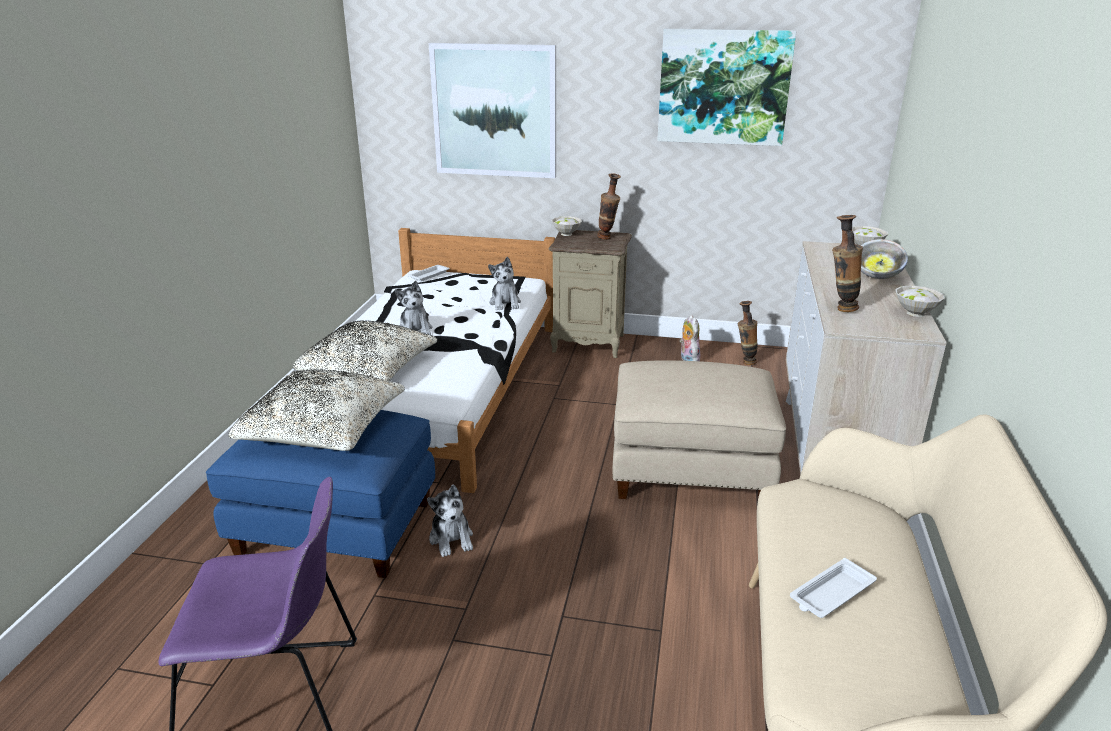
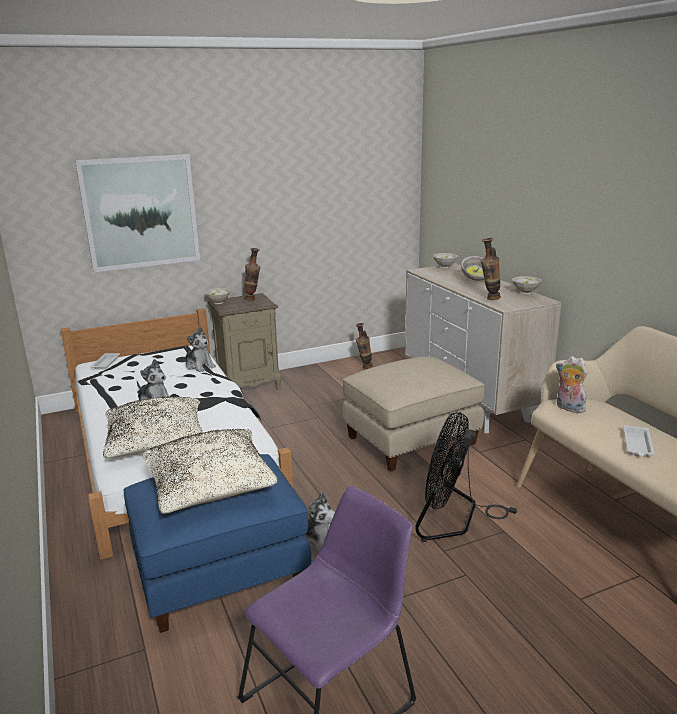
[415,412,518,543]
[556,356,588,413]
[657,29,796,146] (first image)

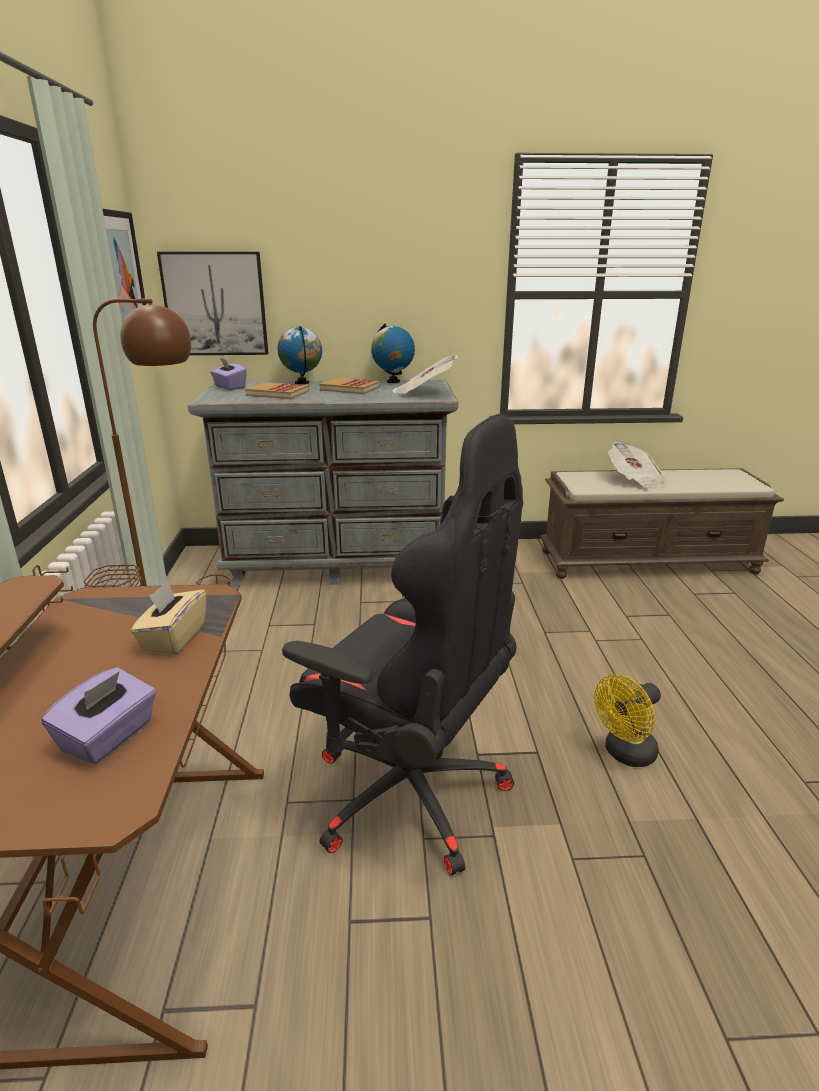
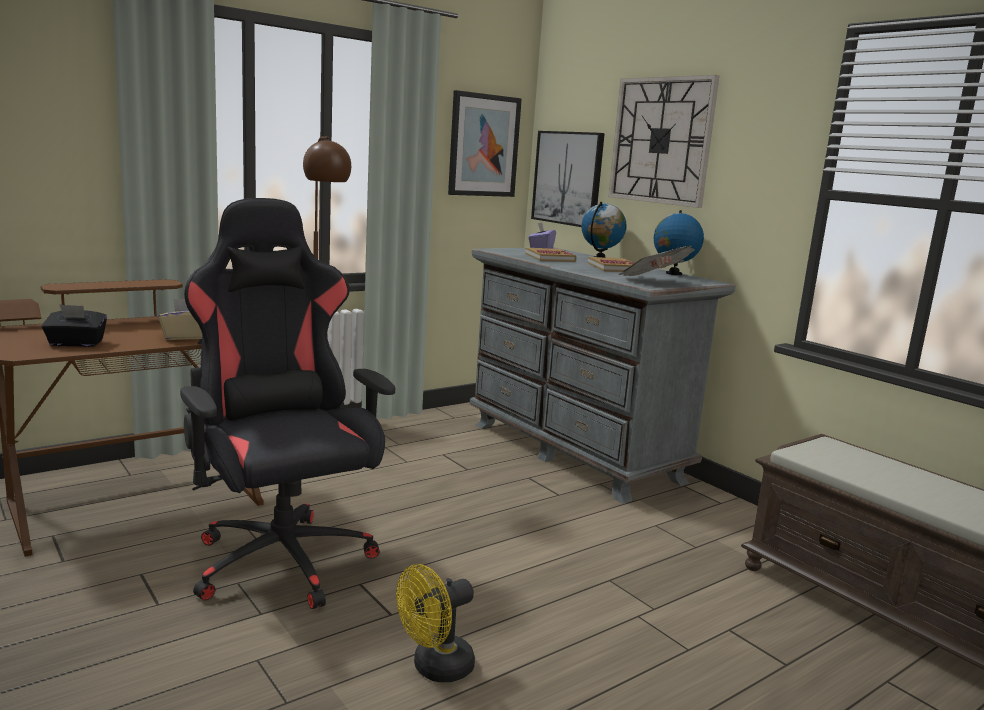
[42,304,107,347]
[180,198,395,609]
[396,564,475,682]
[608,75,720,208]
[608,442,665,490] (first image)

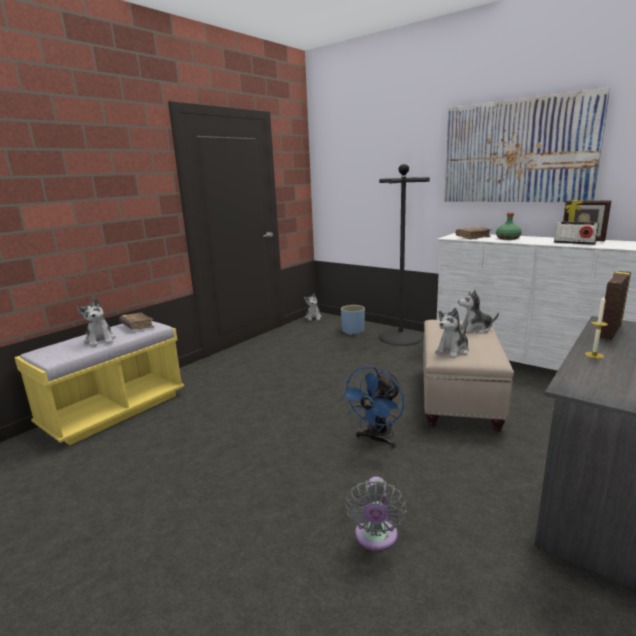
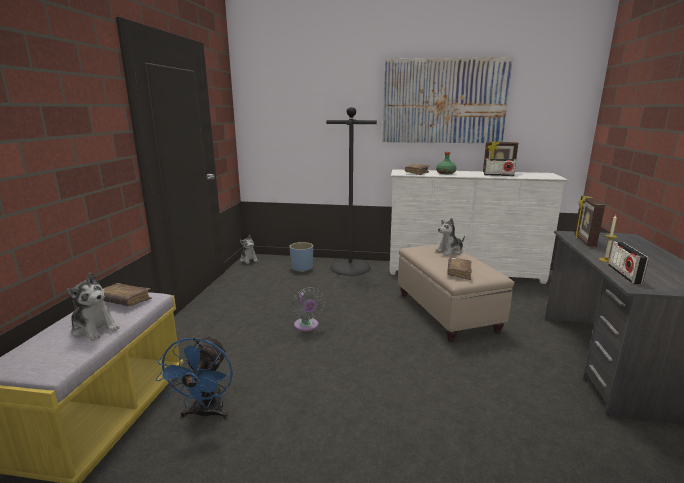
[156,335,233,421]
[292,287,325,331]
[447,258,472,280]
[608,241,649,284]

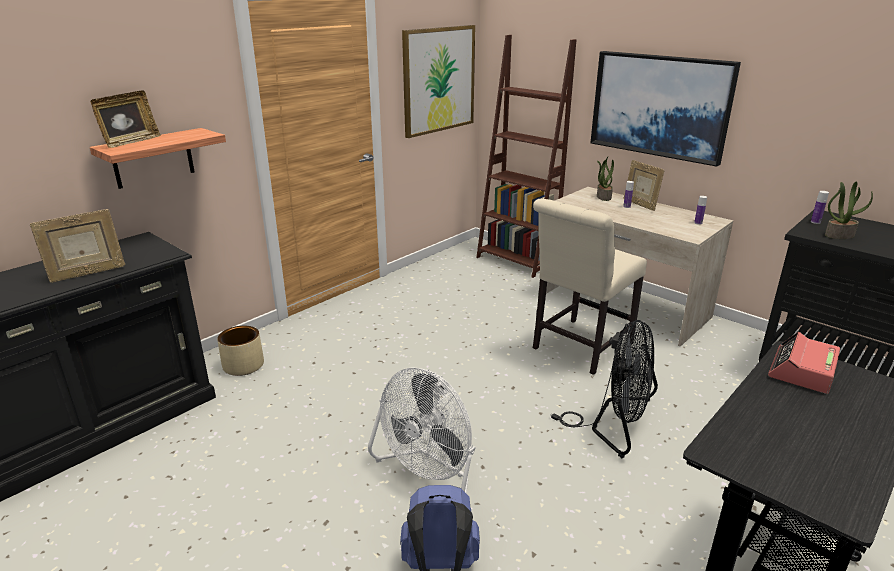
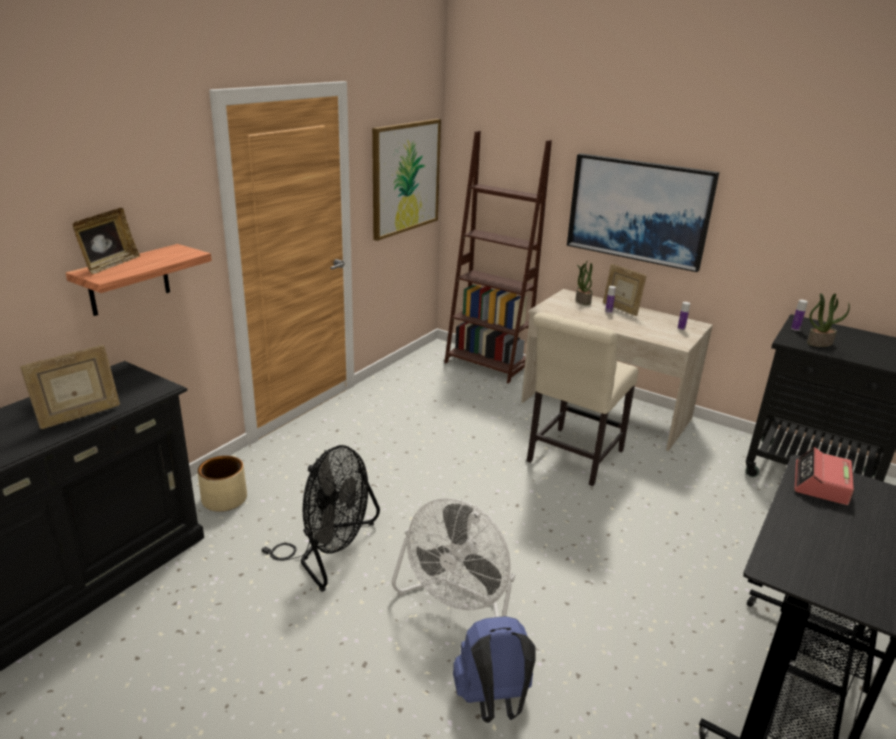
[261,445,380,592]

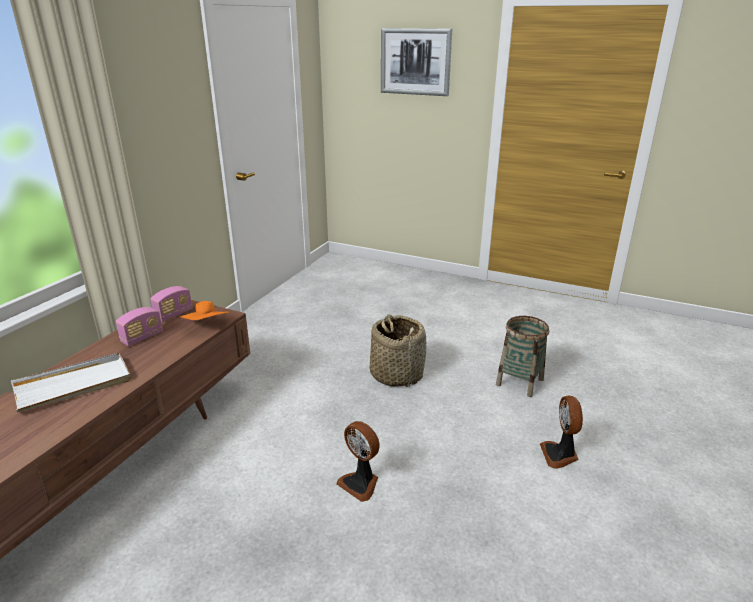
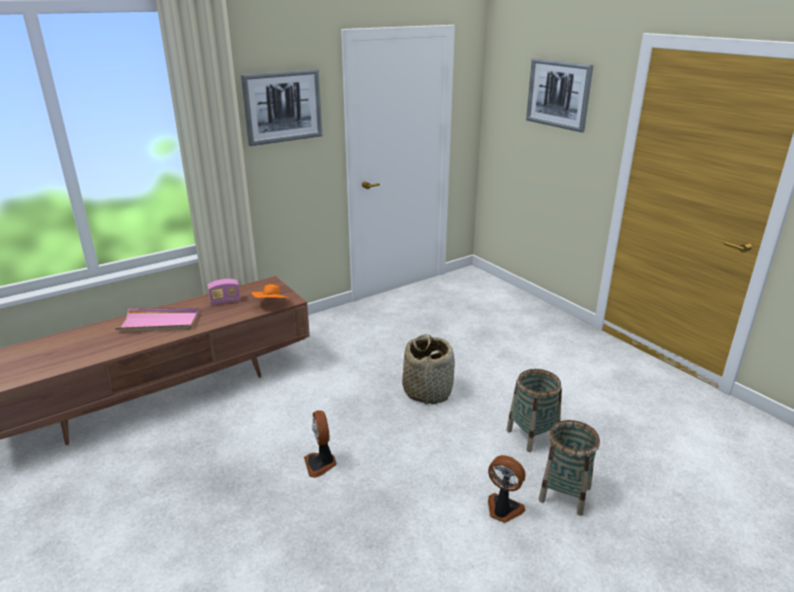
[115,308,199,330]
[241,69,322,146]
[488,455,526,523]
[539,420,600,516]
[150,286,192,322] (first image)

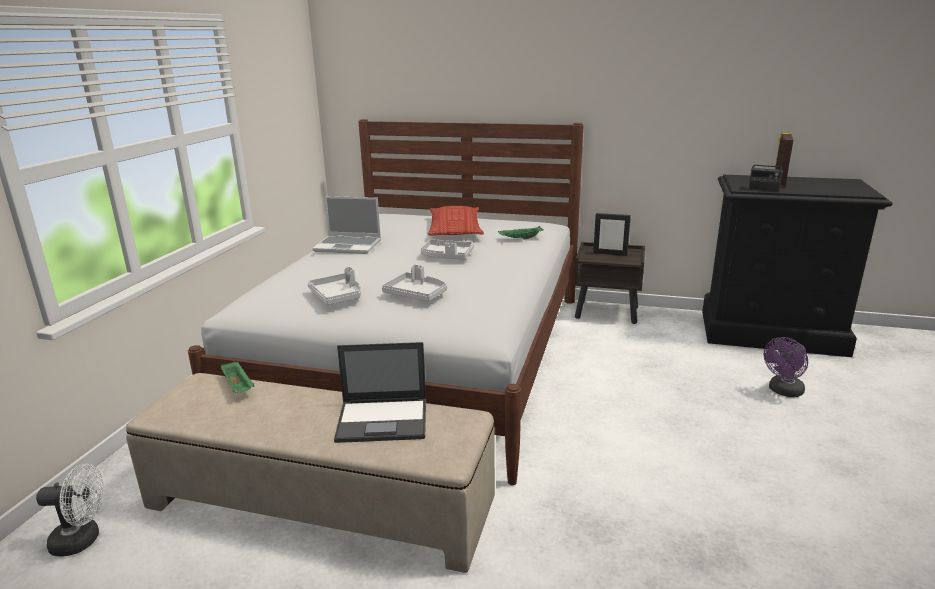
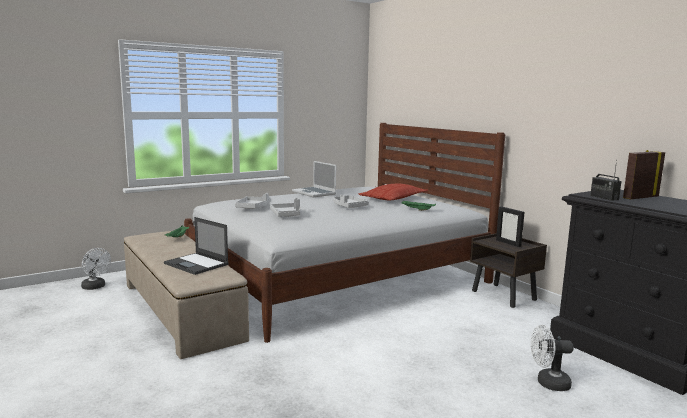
[530,325,574,391]

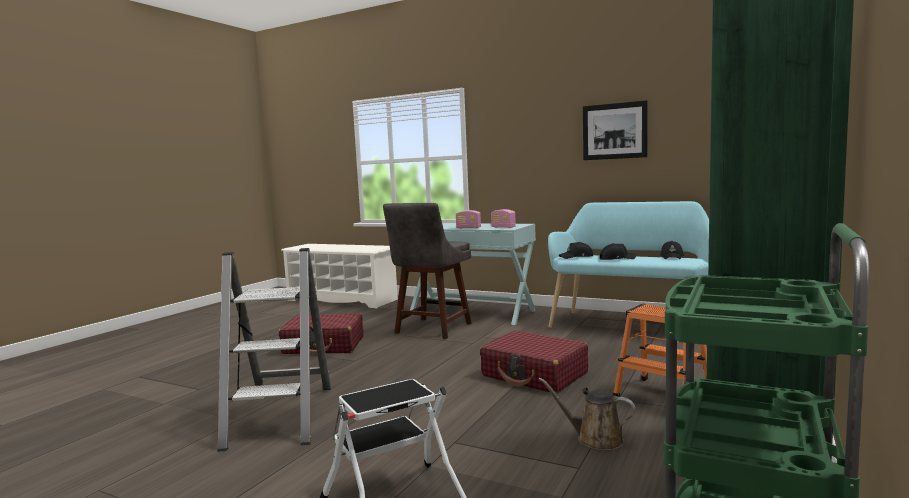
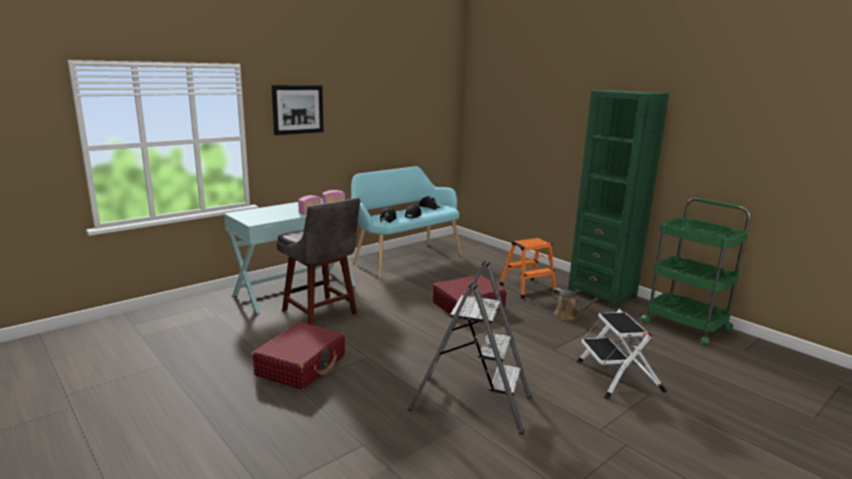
[272,85,324,135]
[552,288,599,320]
[282,244,398,308] (first image)

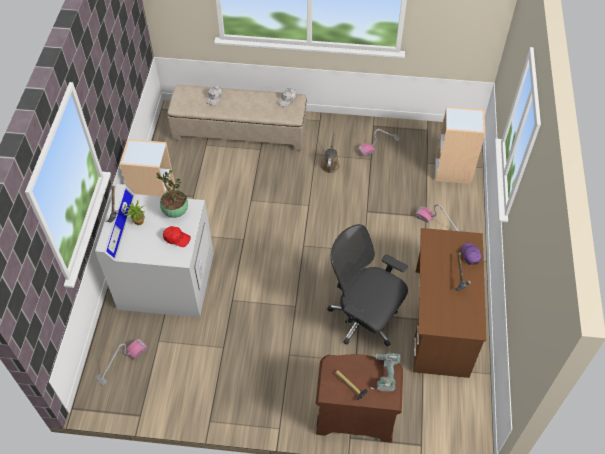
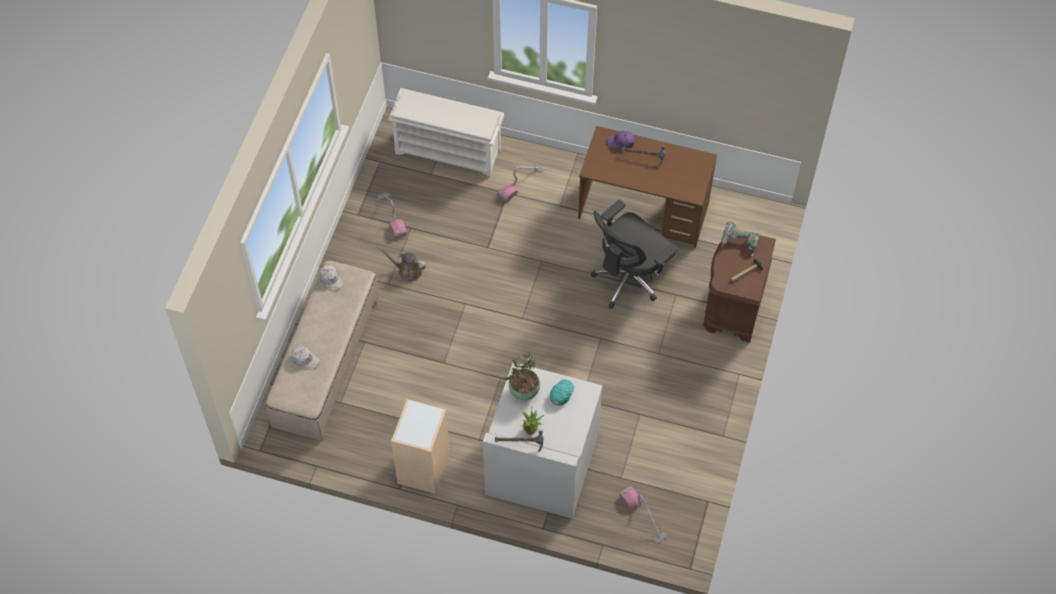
[388,88,504,177]
[550,380,574,406]

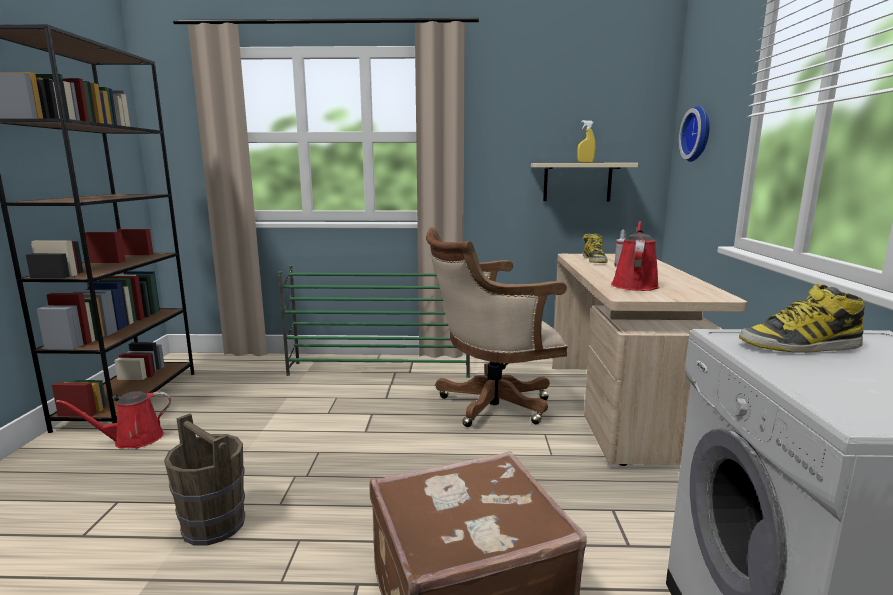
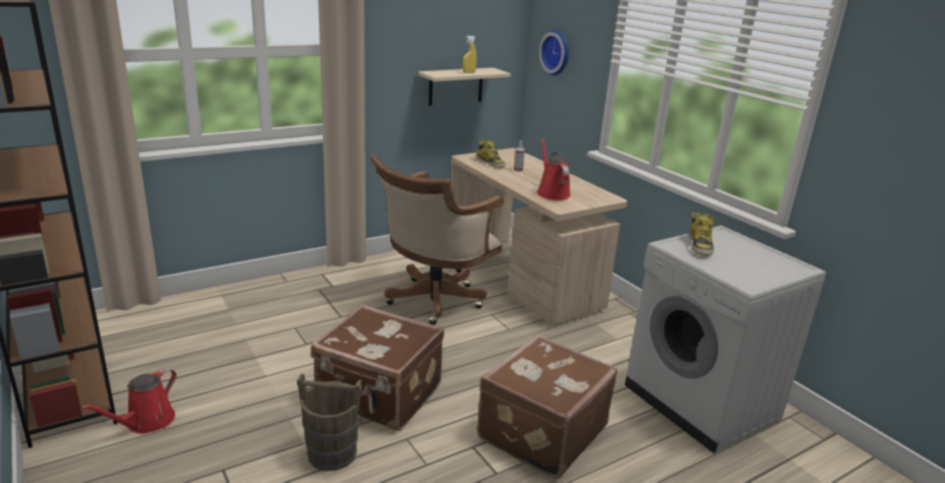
[311,305,444,431]
[689,212,714,256]
[278,265,470,378] (first image)

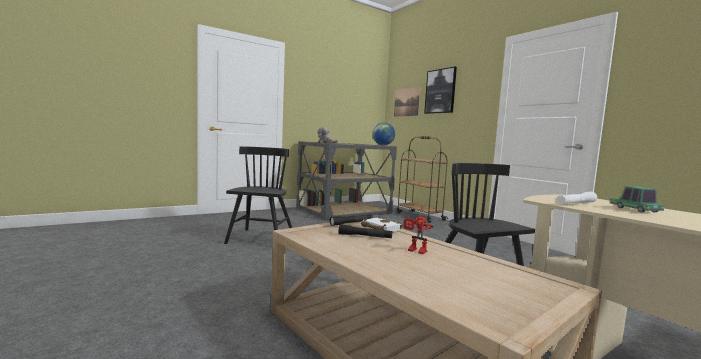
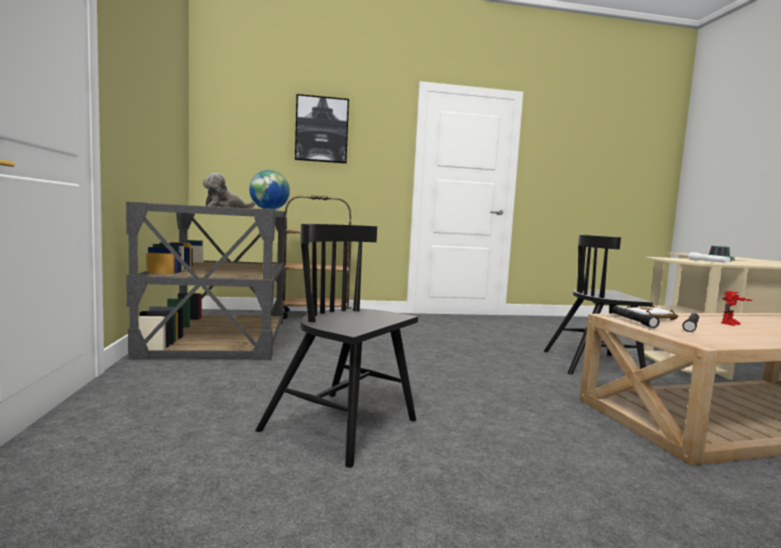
[394,86,421,117] (first image)

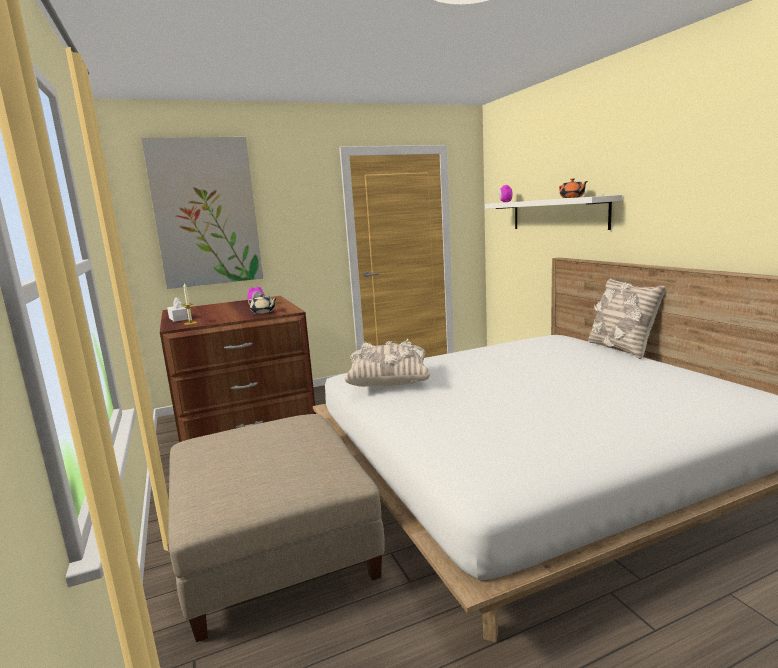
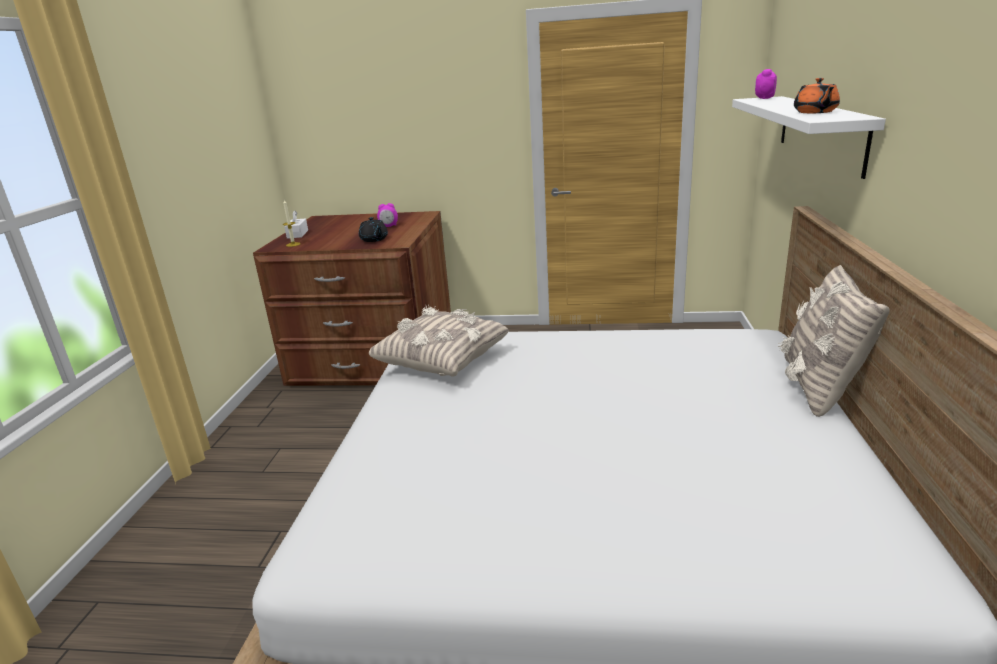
[359,217,388,242]
[141,137,263,289] (first image)
[168,414,385,642] (first image)

